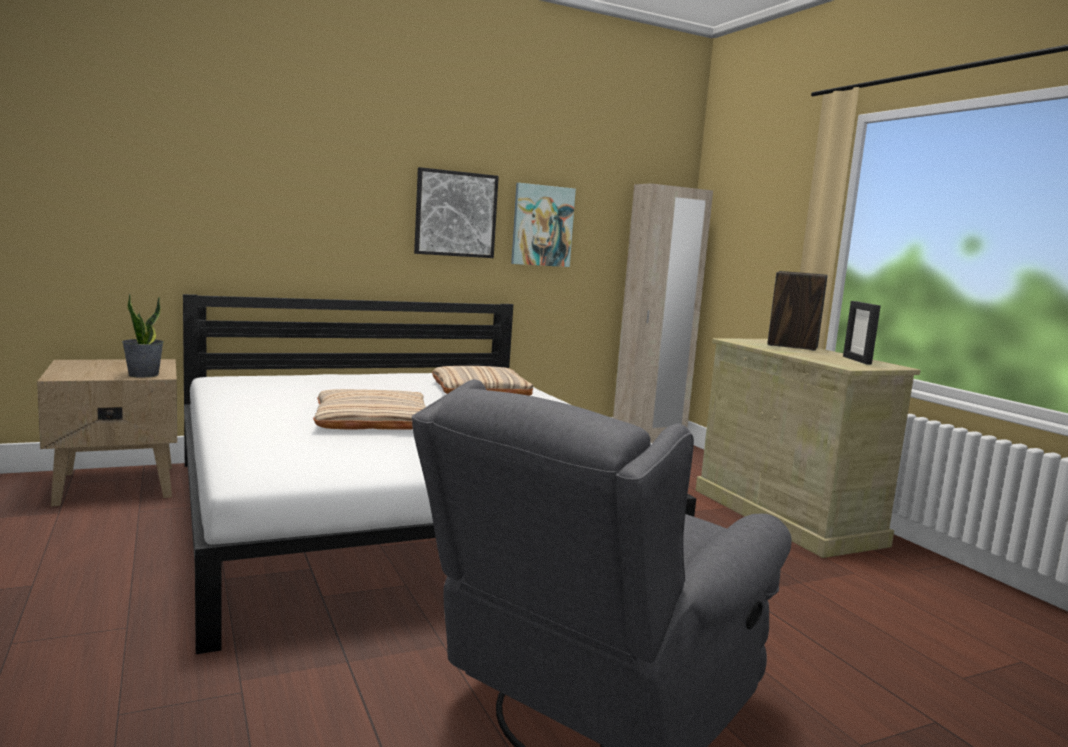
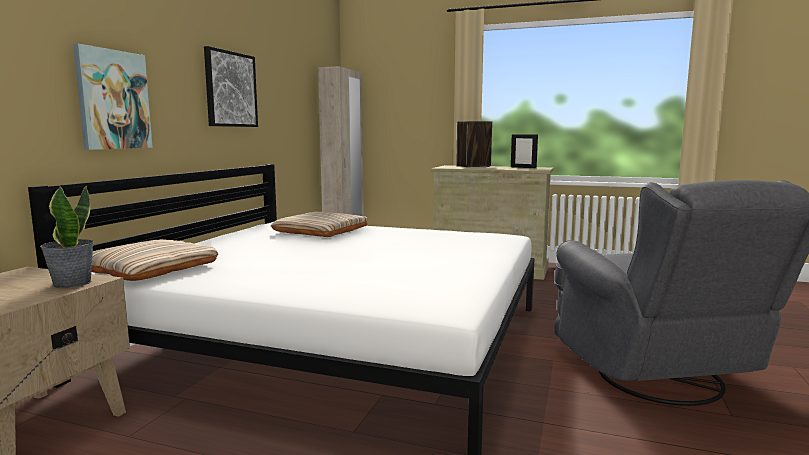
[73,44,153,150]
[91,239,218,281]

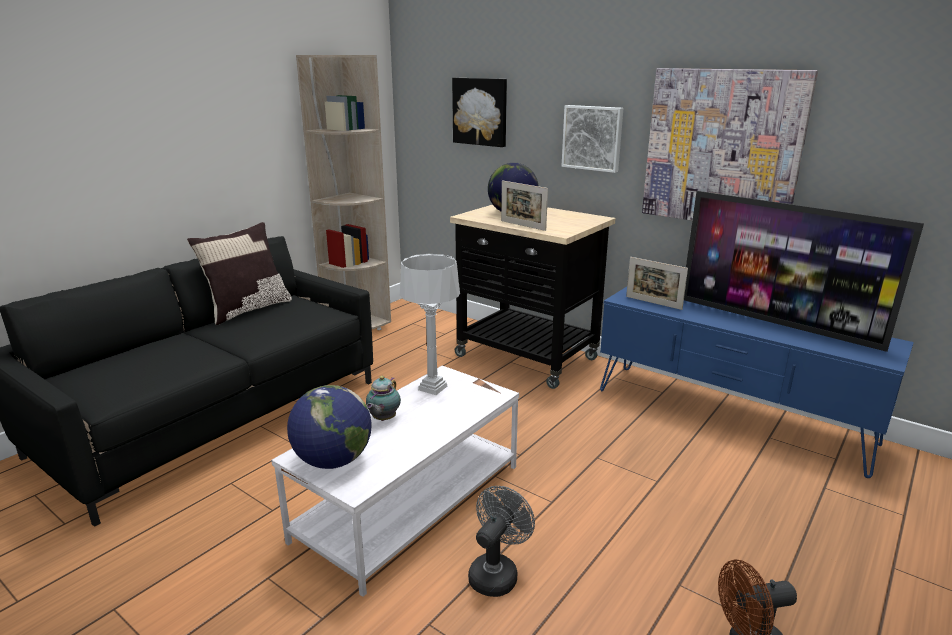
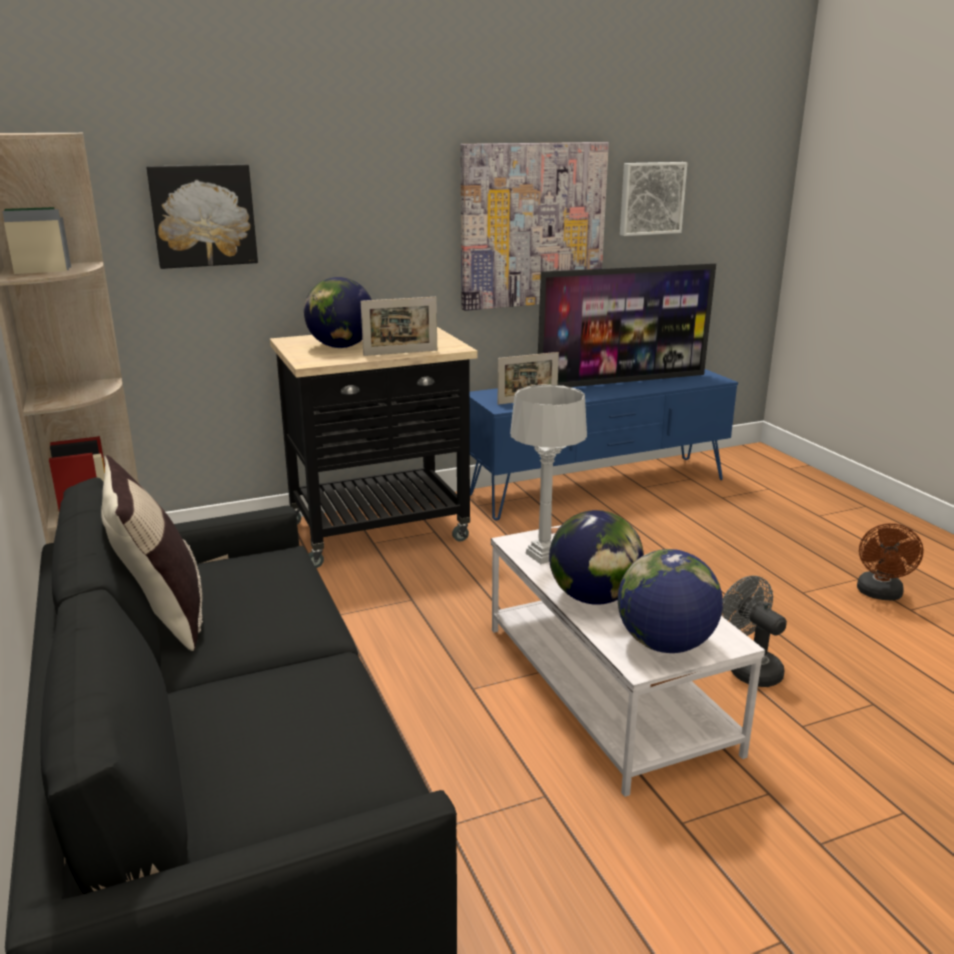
[549,510,644,605]
[620,162,687,236]

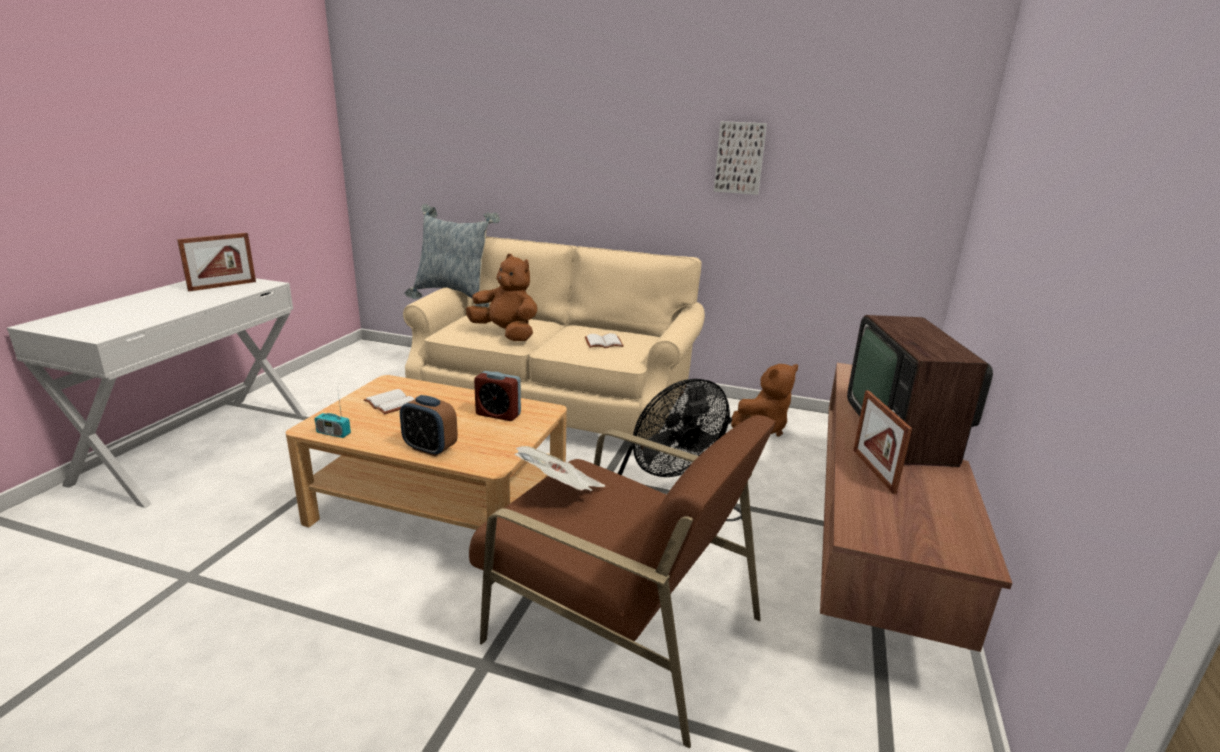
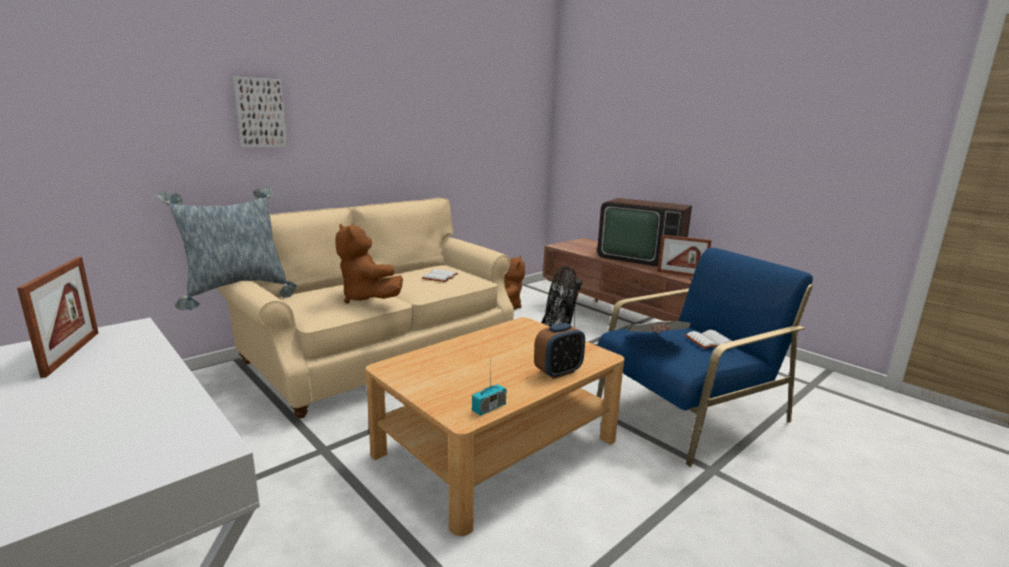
[233,76,287,148]
[335,224,403,303]
[597,248,813,467]
[685,330,732,349]
[474,371,521,421] (first image)

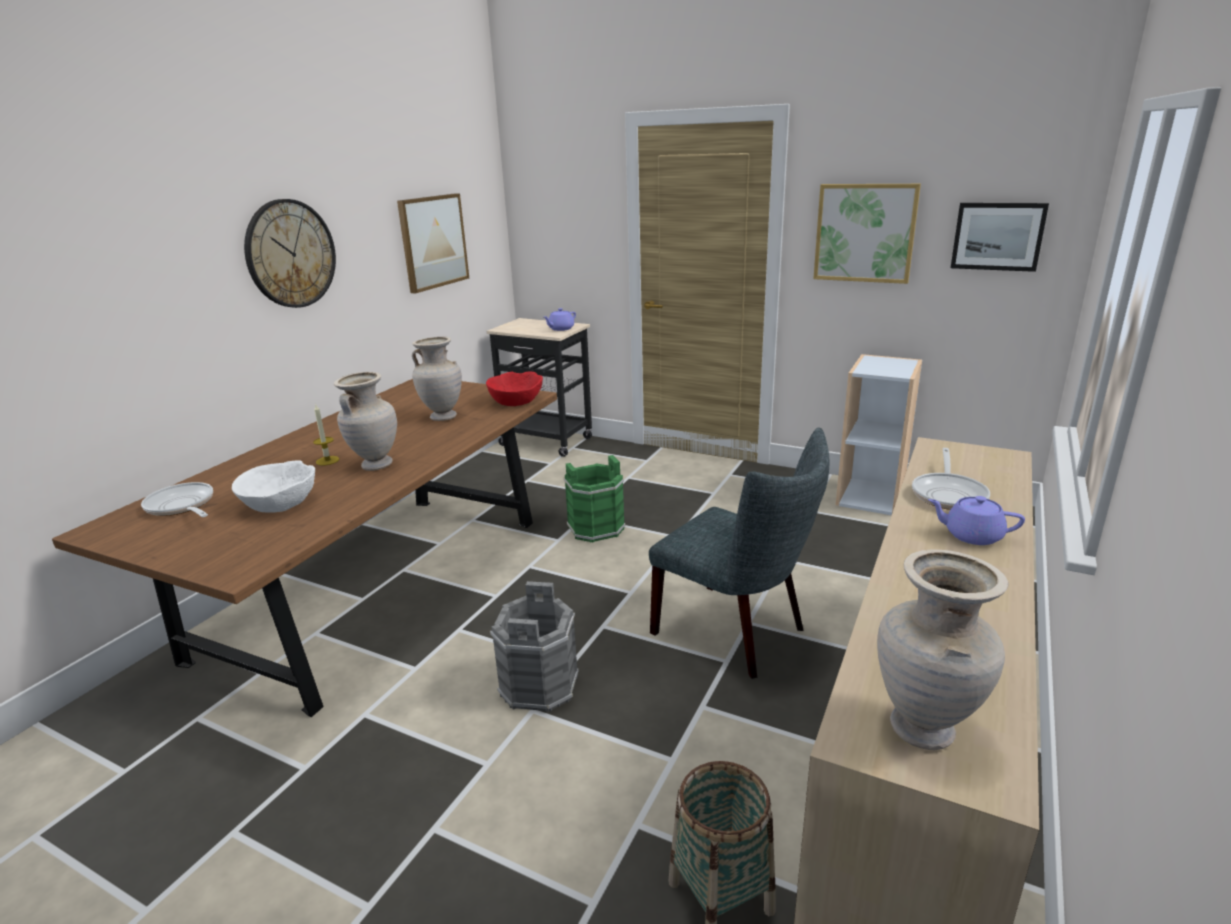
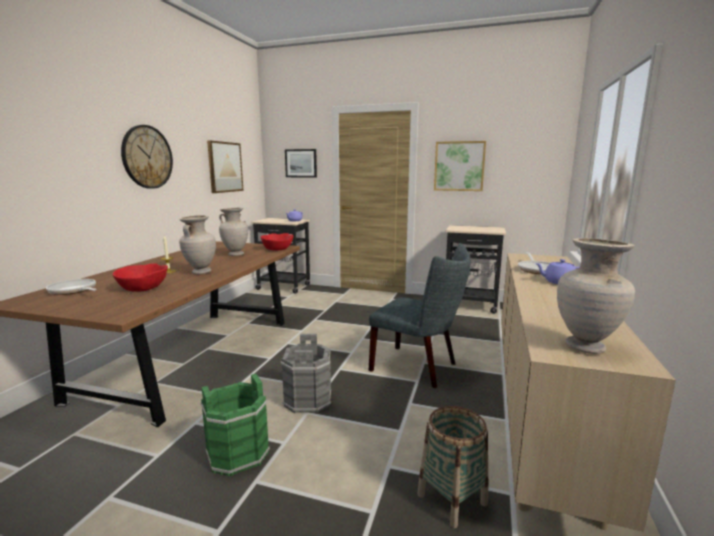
[113,263,168,292]
[201,374,270,476]
[285,149,317,178]
[446,225,506,314]

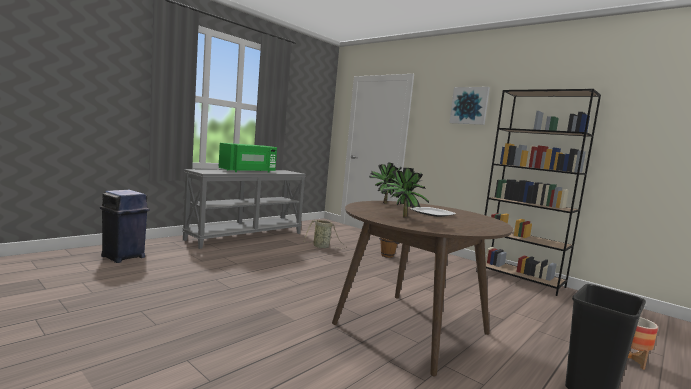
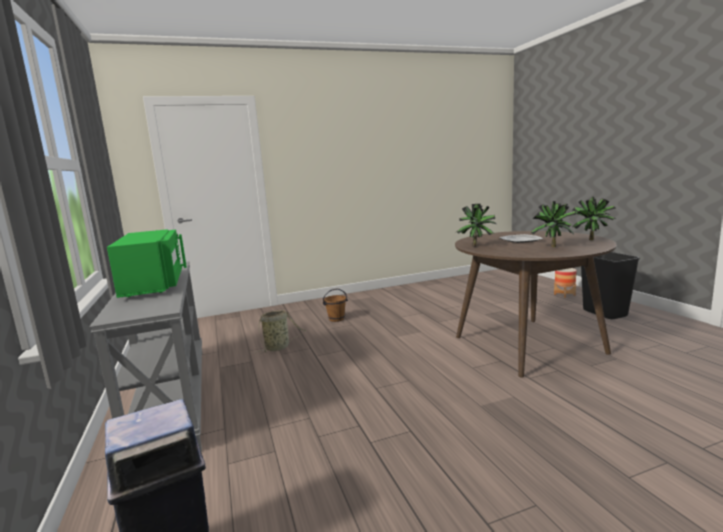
[571,197,616,240]
[449,87,490,125] (first image)
[476,89,601,296] (first image)

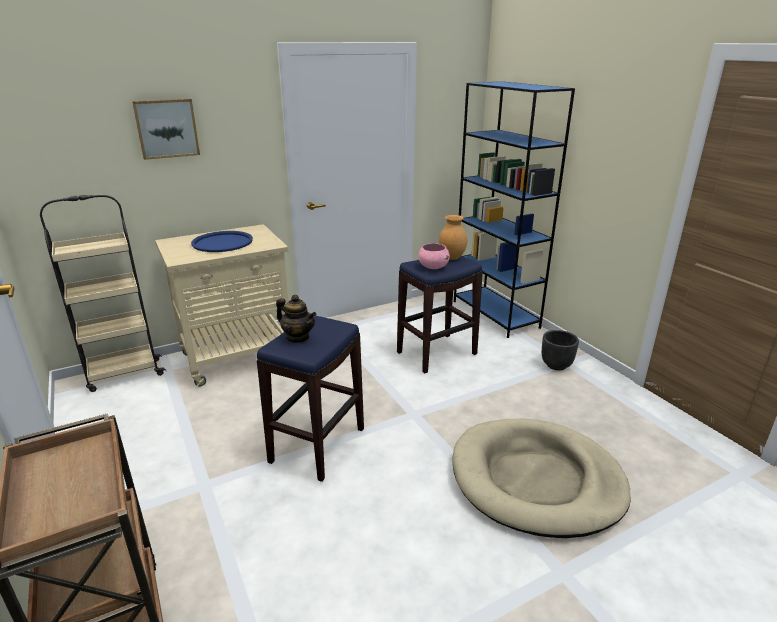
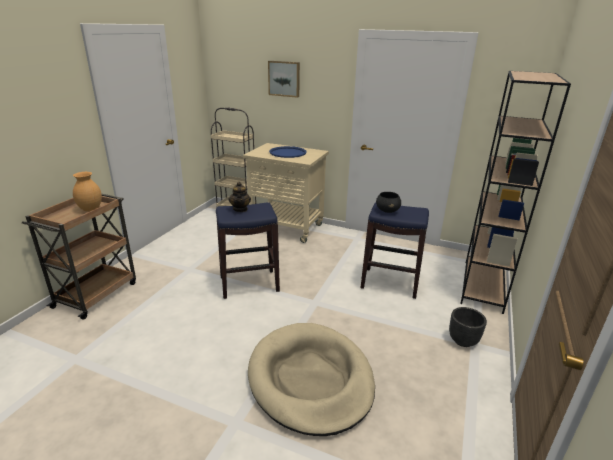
[73,172,102,212]
[376,192,401,213]
[460,71,571,314]

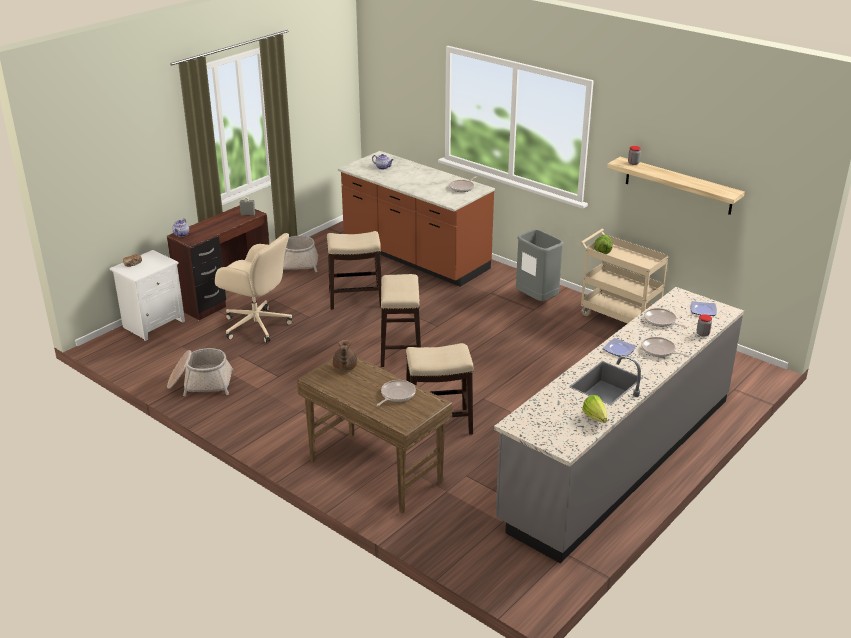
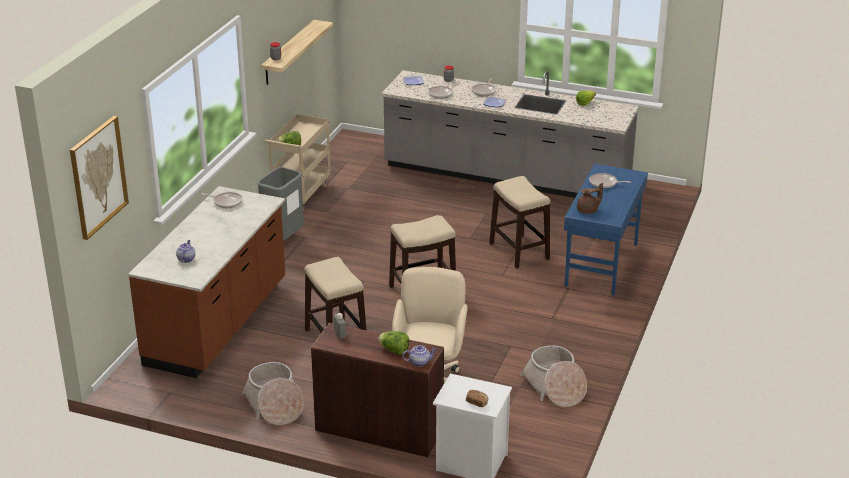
[70,116,129,240]
[378,331,409,355]
[564,164,648,296]

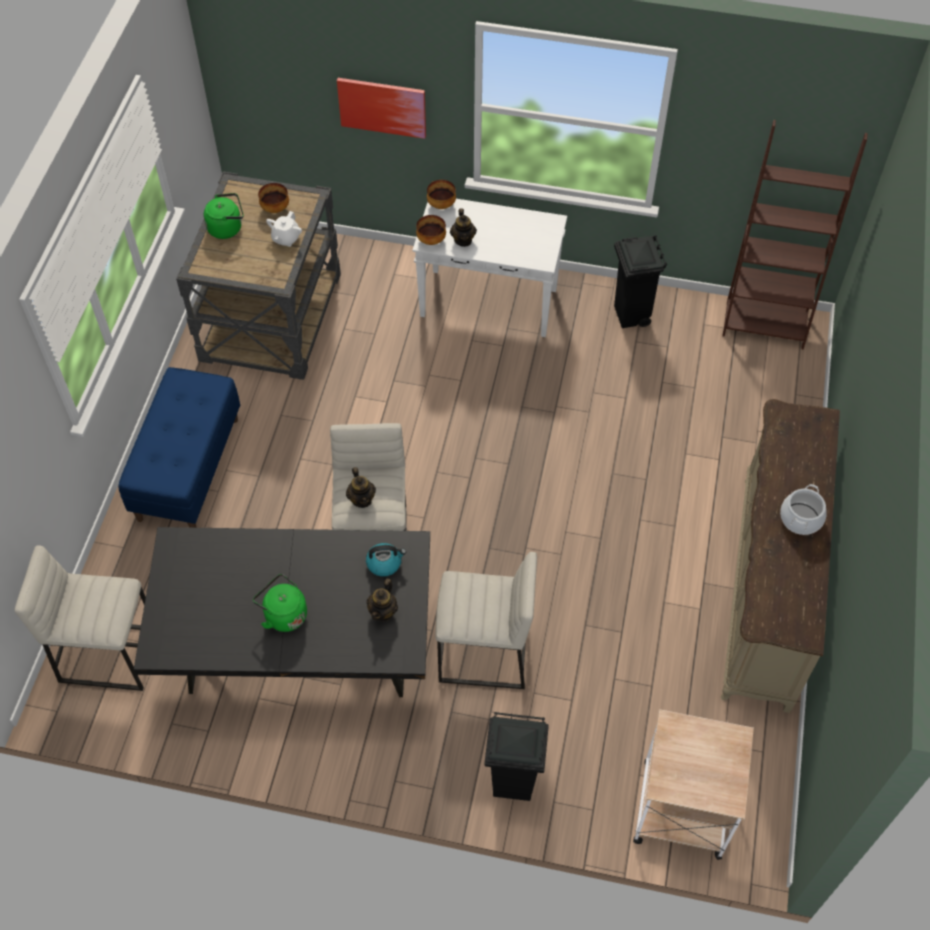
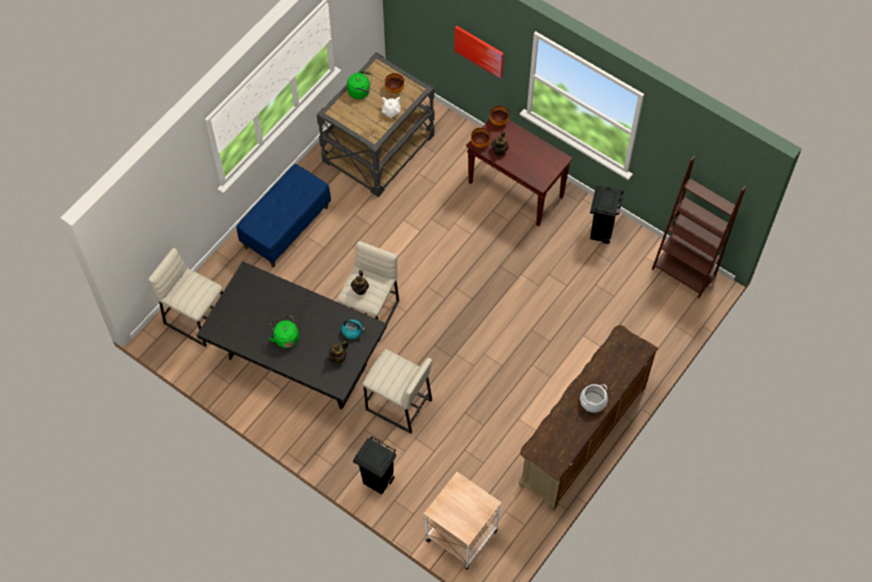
[466,119,573,226]

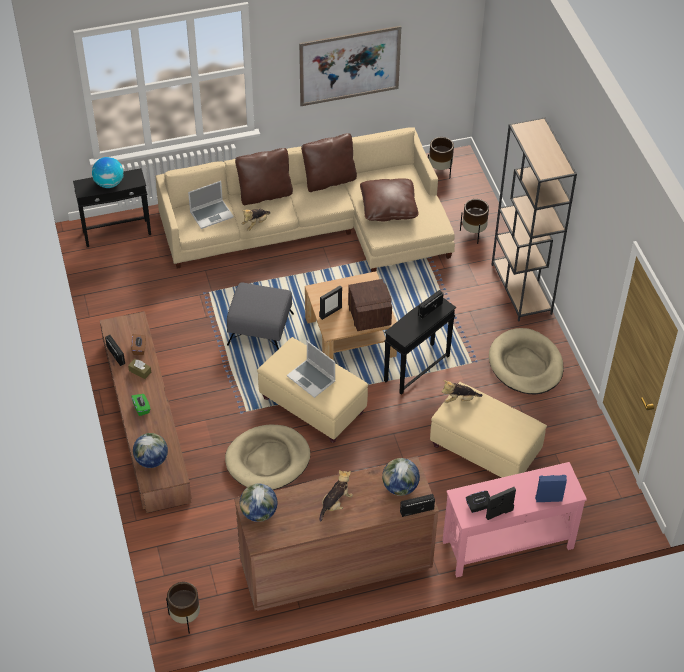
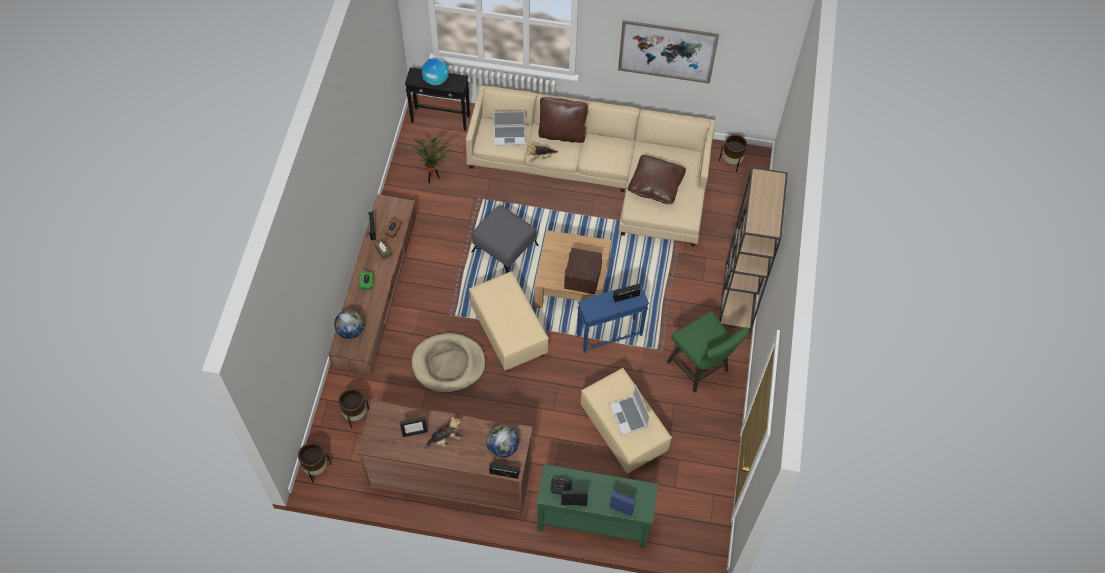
[339,389,369,428]
[400,417,428,437]
[406,136,457,183]
[537,464,658,549]
[577,283,649,353]
[609,385,650,436]
[667,311,749,393]
[240,484,277,522] (first image)
[301,133,357,192] (first image)
[442,380,483,403] (first image)

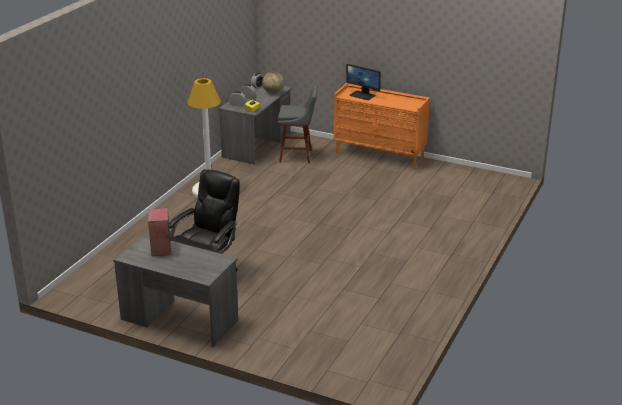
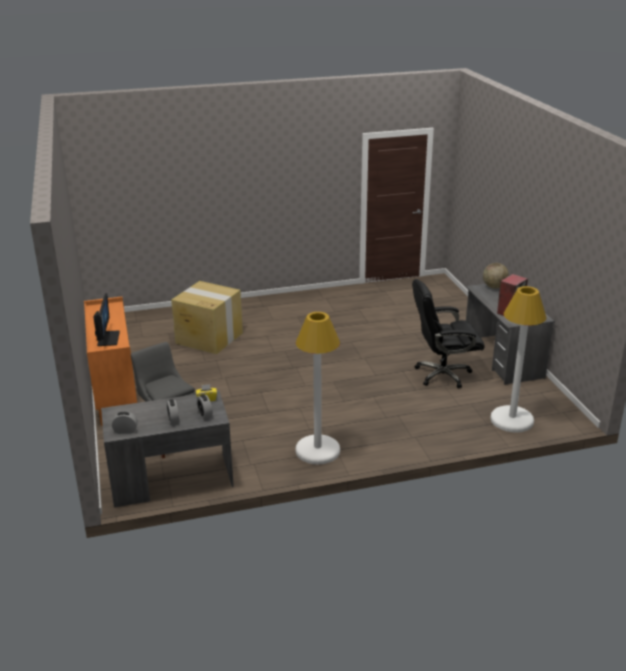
[171,281,243,354]
[483,263,509,289]
[490,286,546,433]

